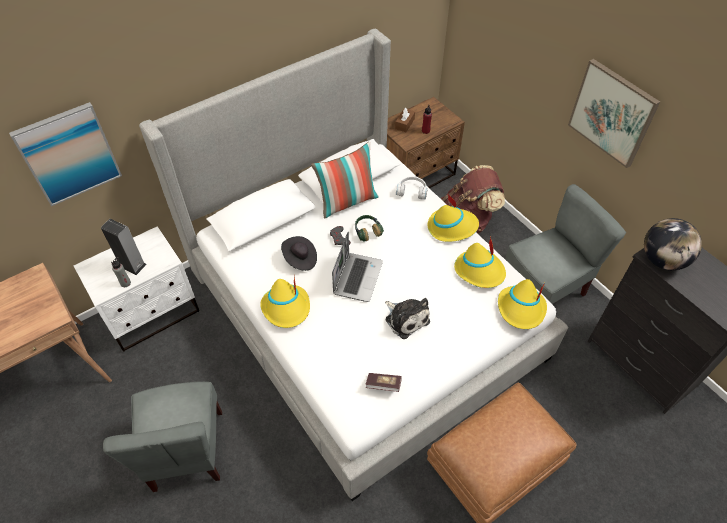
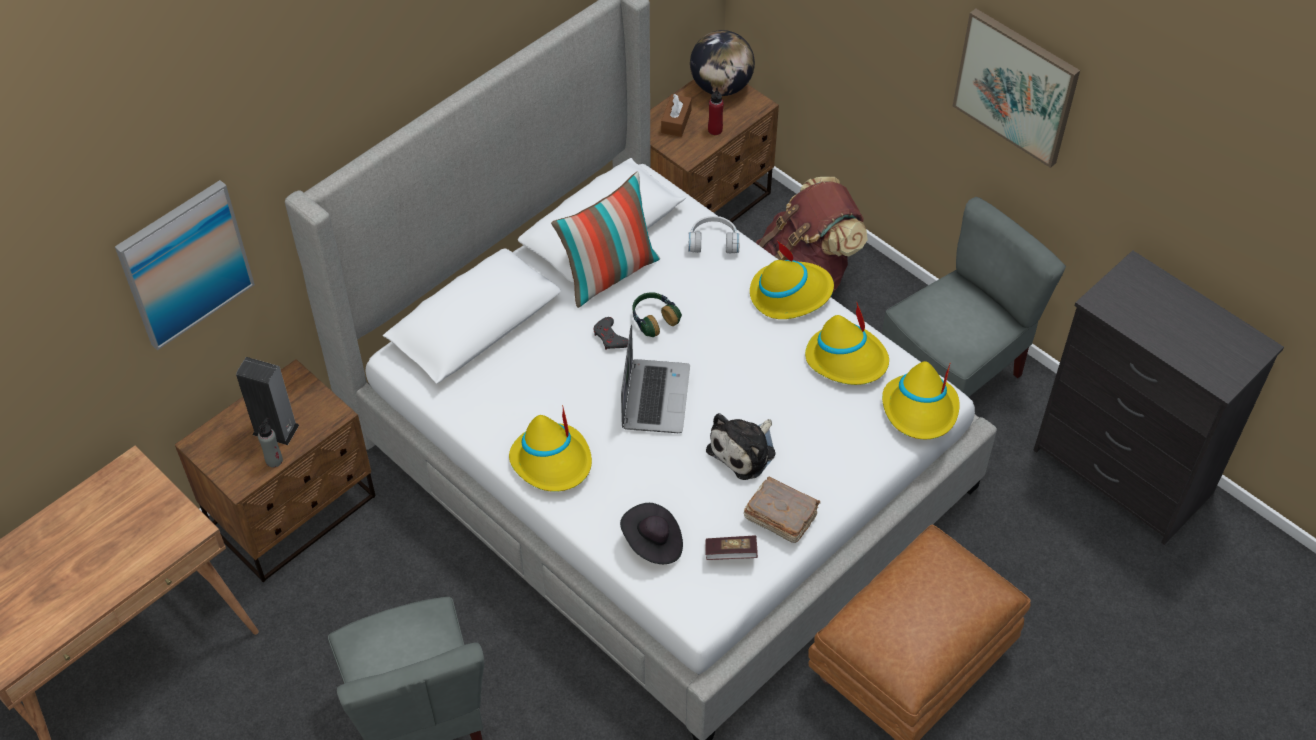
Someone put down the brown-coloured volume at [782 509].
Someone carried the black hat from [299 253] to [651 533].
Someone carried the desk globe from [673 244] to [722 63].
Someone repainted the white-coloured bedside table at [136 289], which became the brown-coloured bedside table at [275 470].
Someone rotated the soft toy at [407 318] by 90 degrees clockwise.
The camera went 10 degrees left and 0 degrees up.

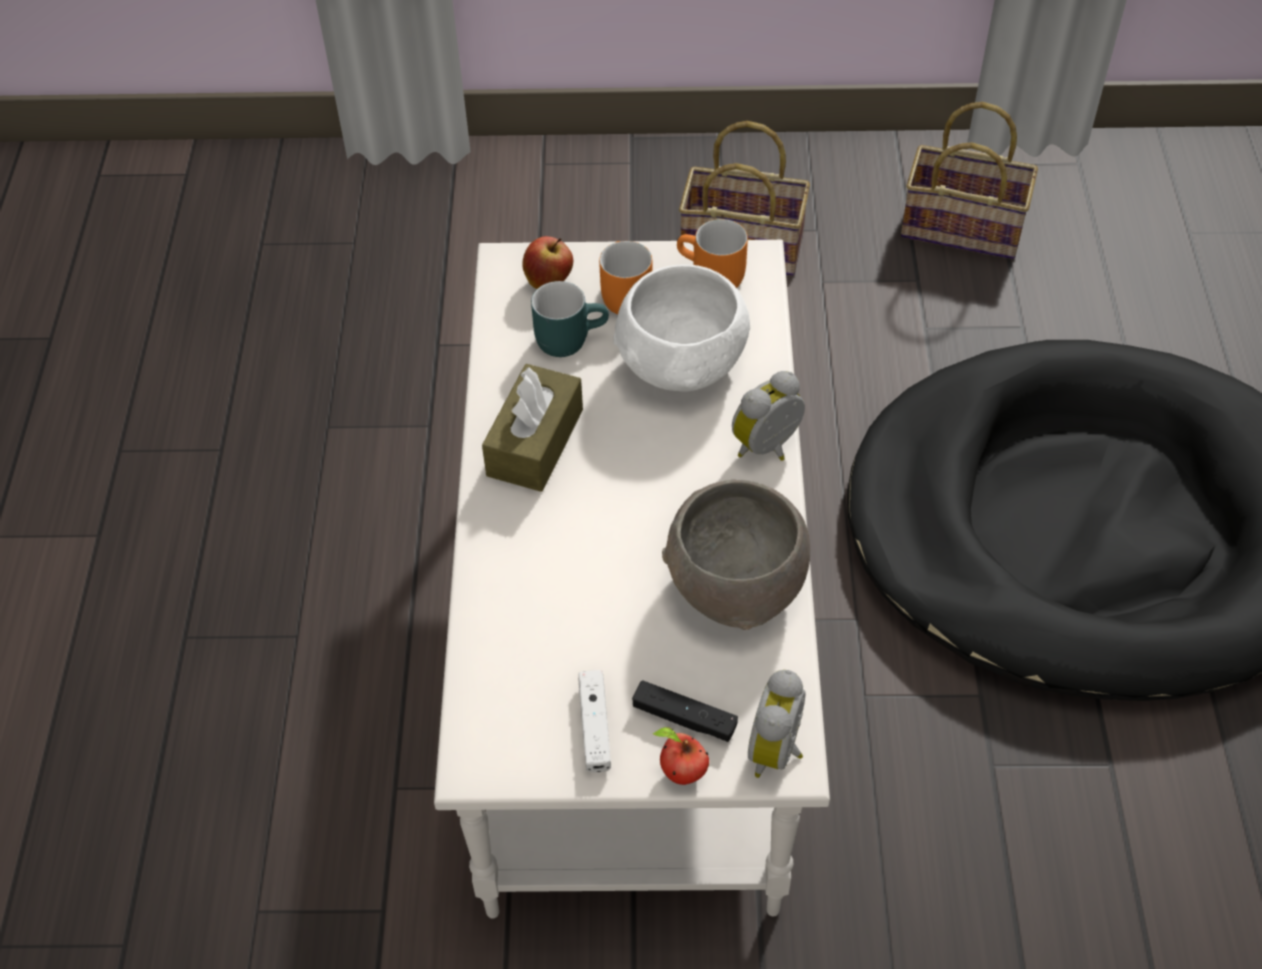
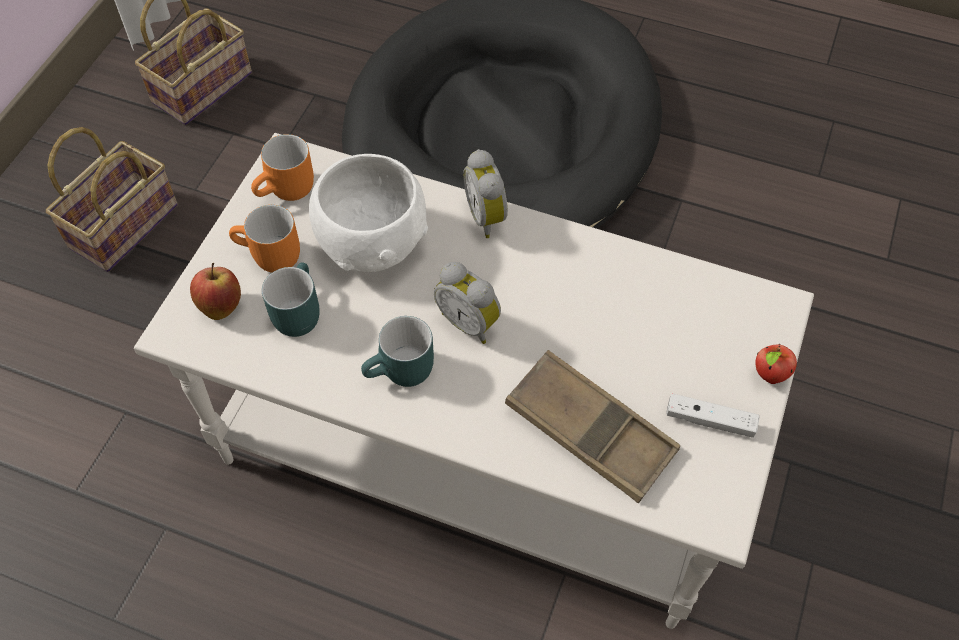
Someone took away the black gamepad at [685 711].
Someone took away the gray bowl at [736 555].
Someone put down the brown-coloured carrying tray at [592 426].
Someone carried the bedside clock from [777 724] to [467 303].
Someone swapped the brown-coloured tissue holder at [532 428] for the turquoise-coloured mug at [397 351].
The camera went 70 degrees left and 5 degrees up.

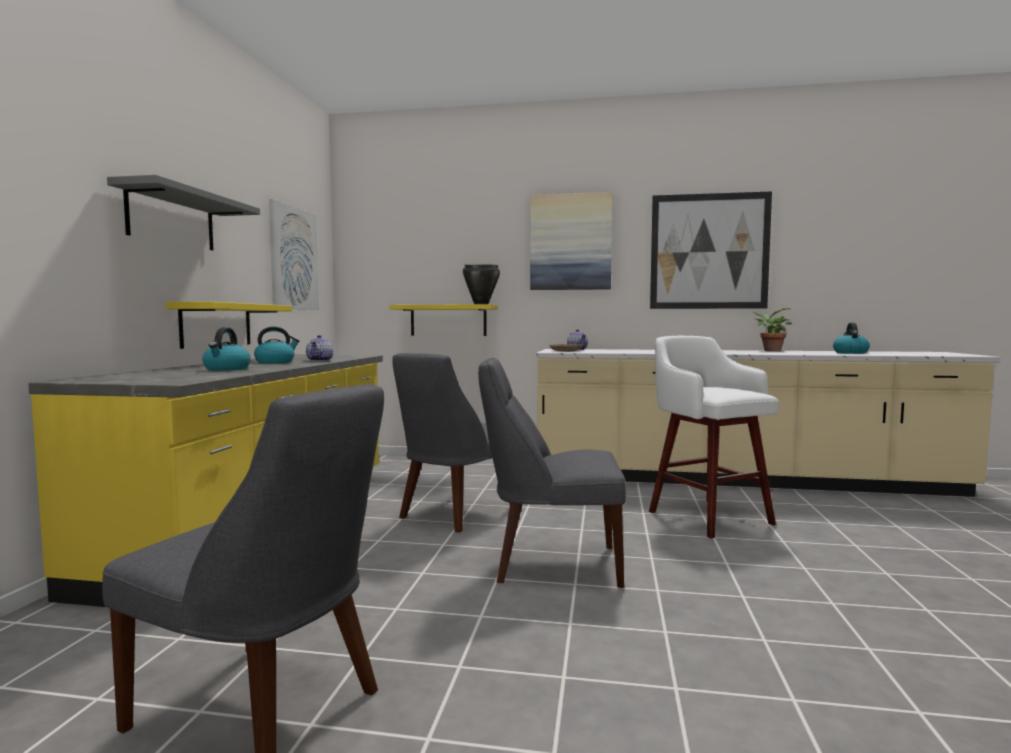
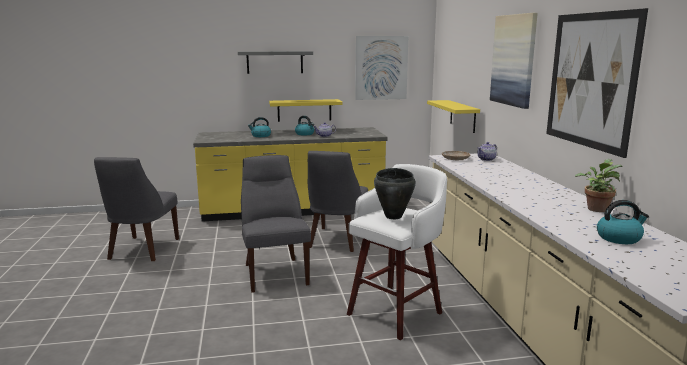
Someone carried the black stockpot from [481 284] to [395 193].
Someone rotated the gray upright chair at [442 443] by 90 degrees counterclockwise.
The camera went 70 degrees right and 10 degrees up.

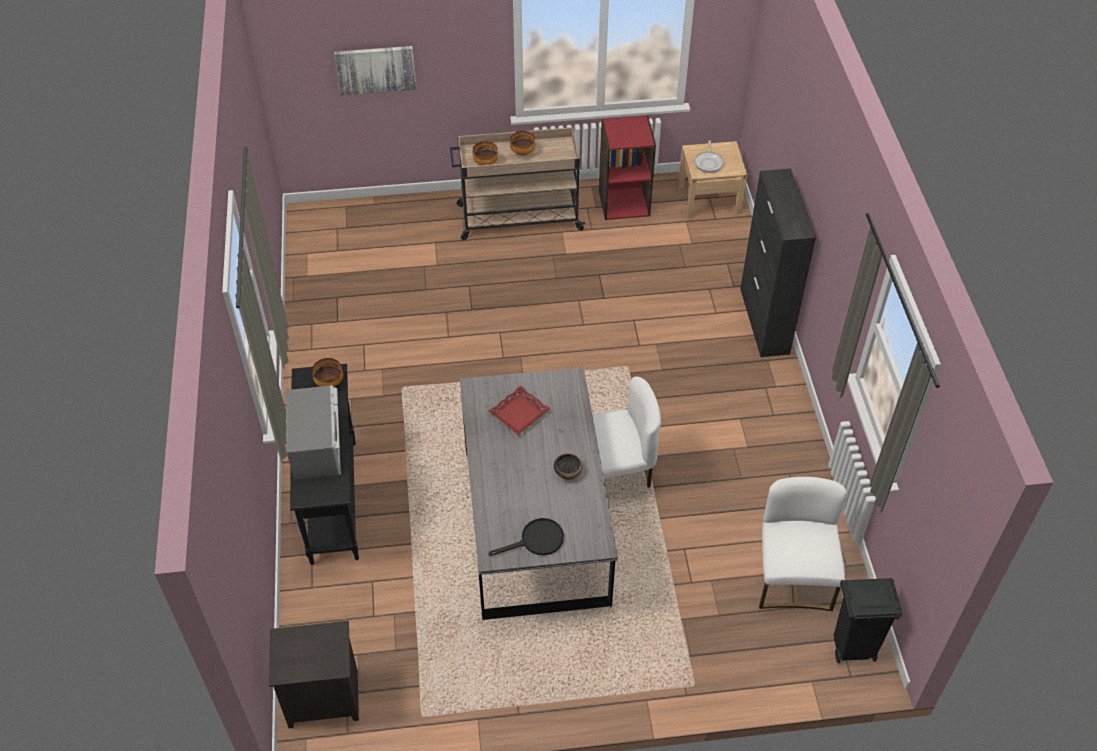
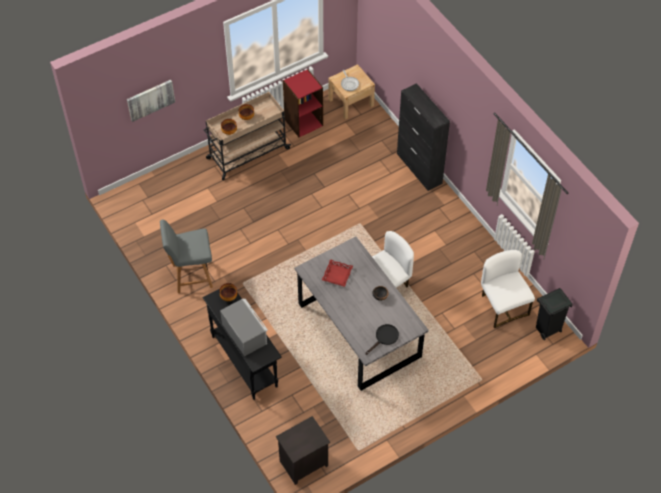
Someone put down the gray upright chair at [186 256].
The camera went 25 degrees left and 5 degrees up.

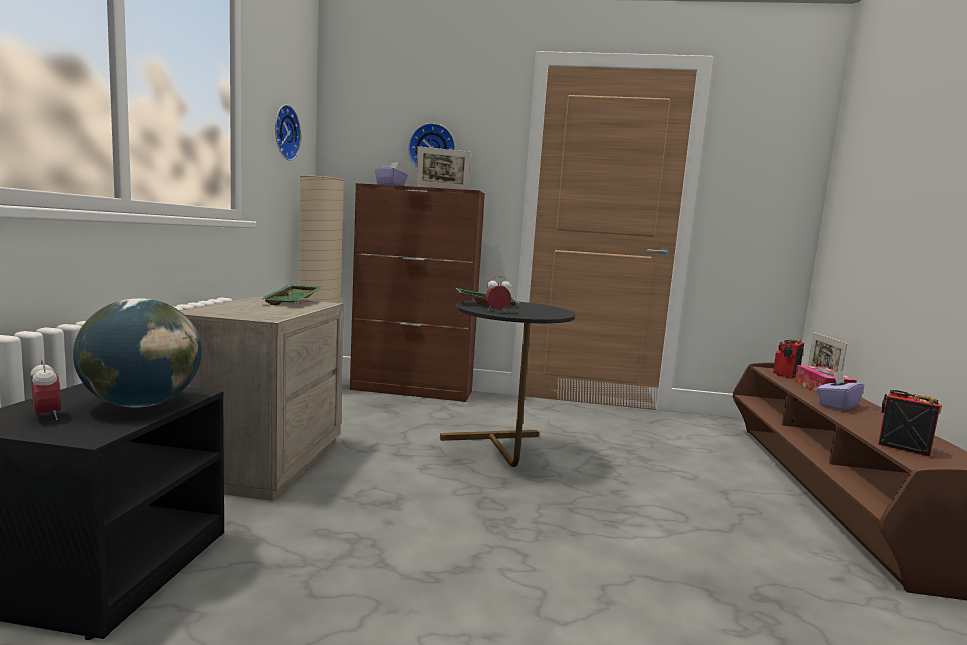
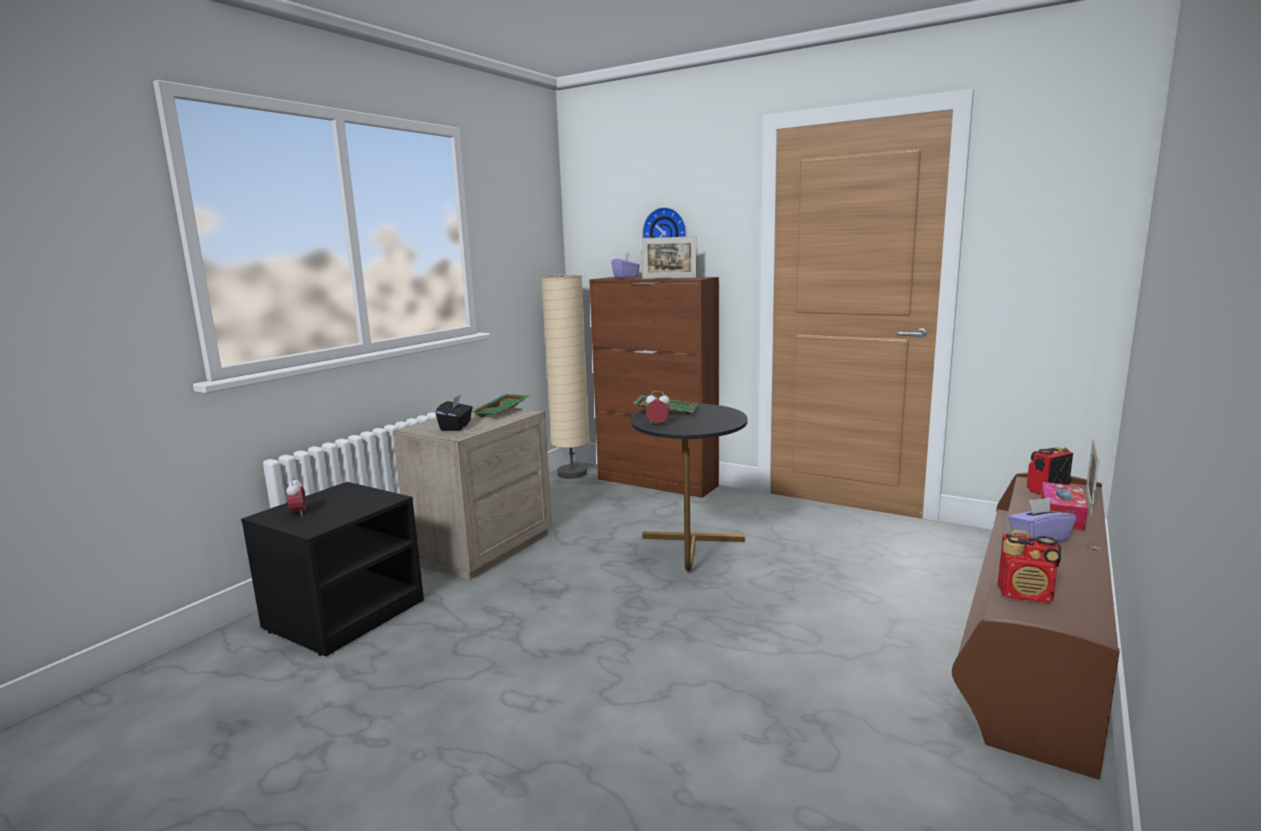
Someone took away the desk globe at [137 352].
Someone took away the wall clock at [288 132].
Someone put down the black tissue holder at [454 413].
Someone rotated the radio receiver at [910 423] by 135 degrees clockwise.
The camera went 25 degrees right and 5 degrees up.

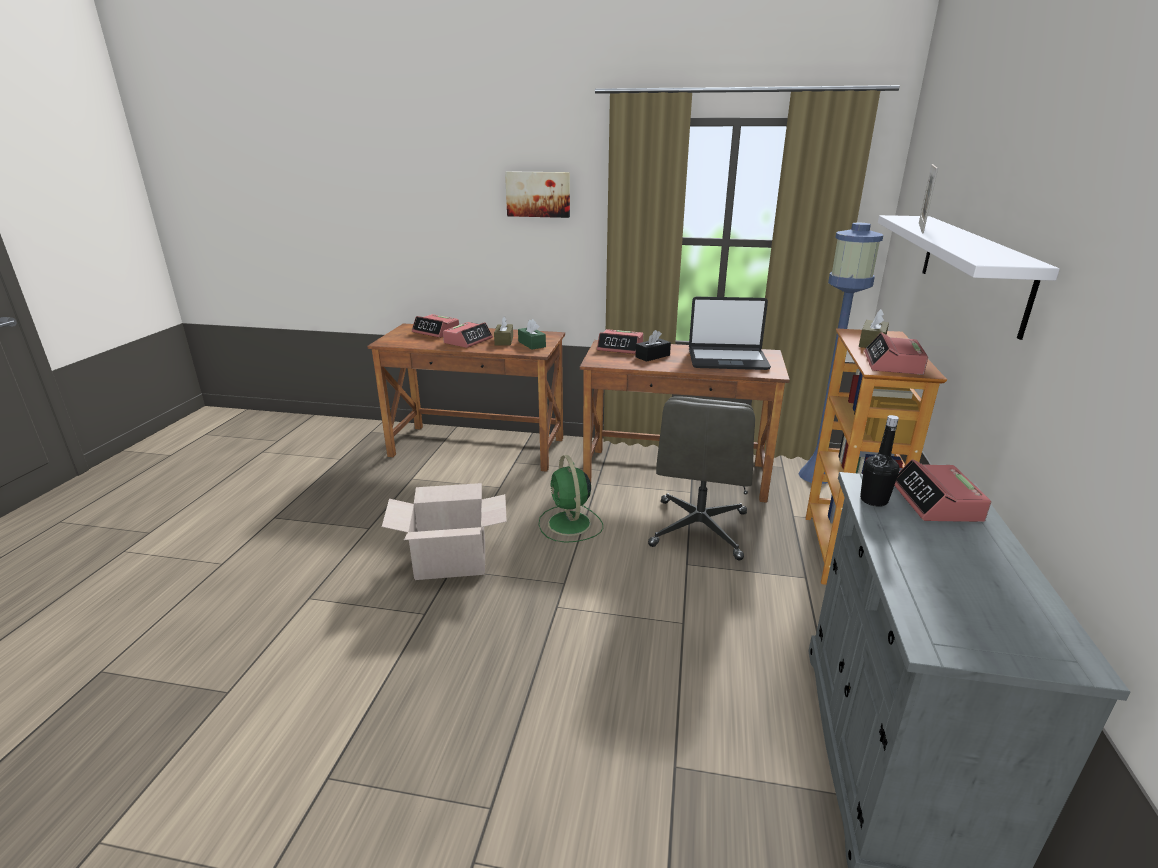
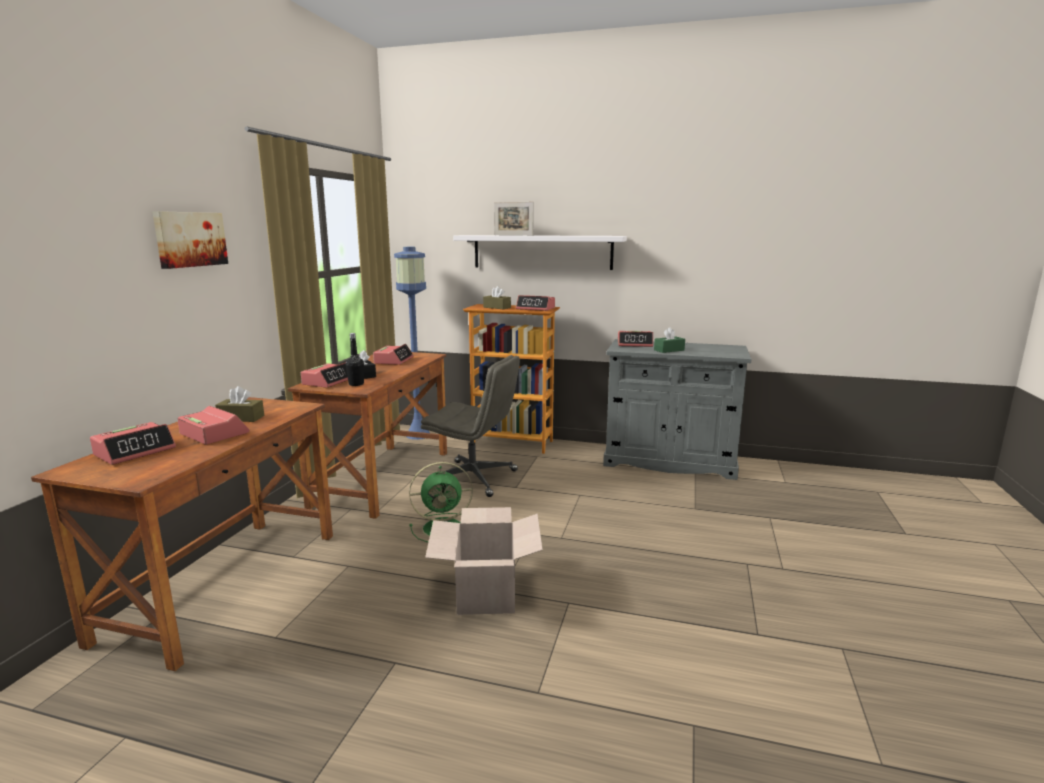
Someone carried the green-coloured tissue holder from [532 334] to [669 340].
Someone carried the black beverage bottle from [880 461] to [355 359].
Someone swapped the portable computer at [730 333] for the bedside clock at [393 354].
The camera went 85 degrees left and 10 degrees down.

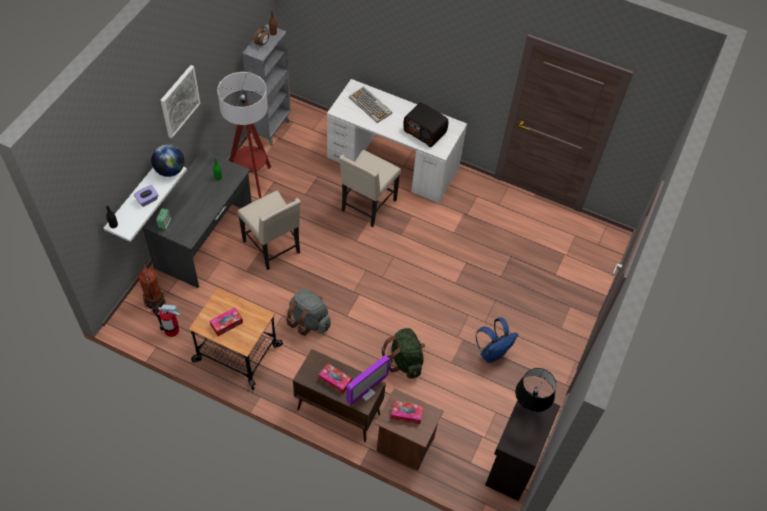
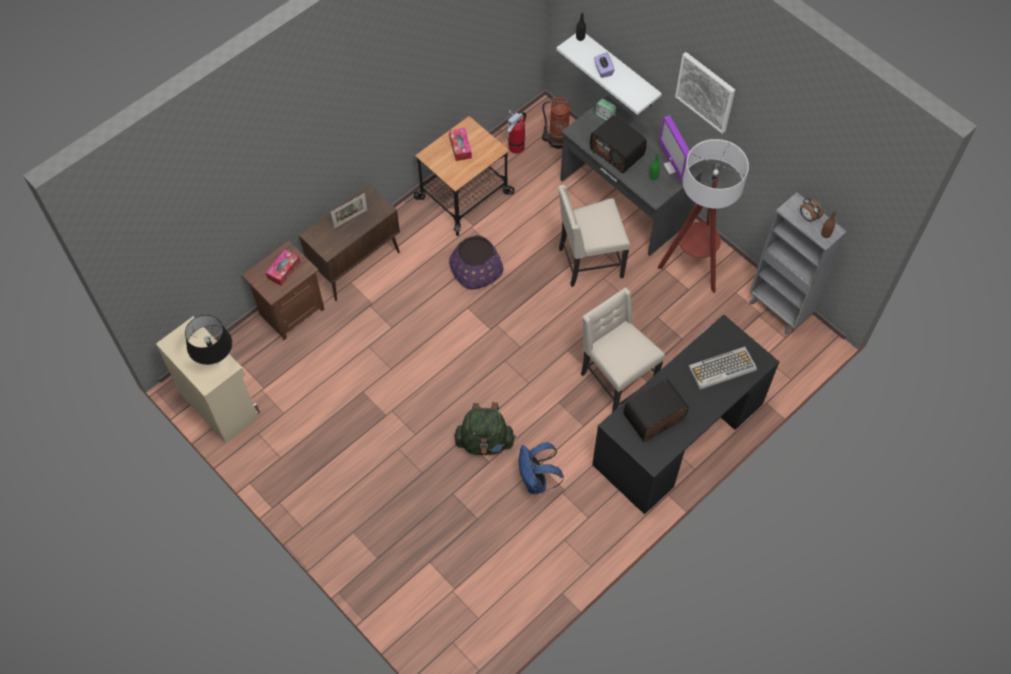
Someone took away the desk globe at [167 160].
Someone put down the radio receiver at [618 144].
Someone carried the computer screen from [368 380] to [674 148].
Someone carried the green-coloured knapsack from [403 353] to [485 428].
Someone carried the blue knapsack from [497 340] to [541 468].
Someone swapped the gray knapsack at [308 312] for the purple-coloured planter at [476 262].
Someone swapped the tissue holder at [335 378] for the standing frame at [349 211].
Someone repainted the white-coloured desk table at [397 141], which became the black desk table at [685 414].
Someone repainted the black cupboard at [522 446], which became the beige cupboard at [208 379].
The camera went 115 degrees right and 5 degrees up.

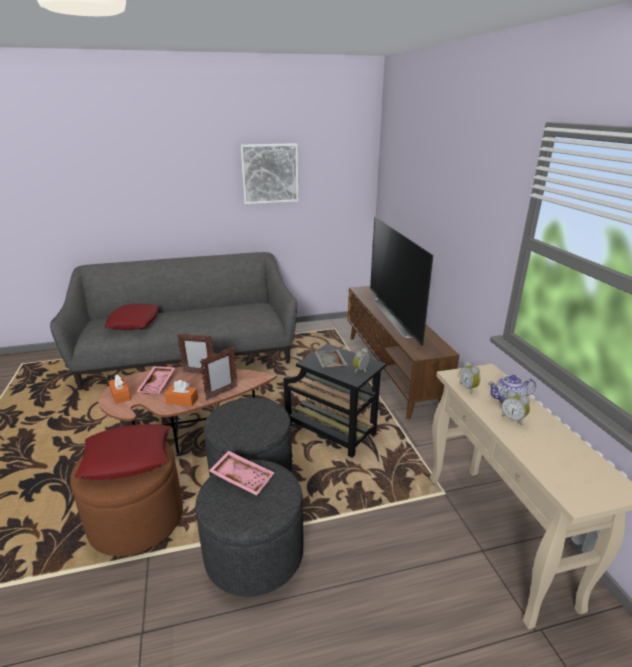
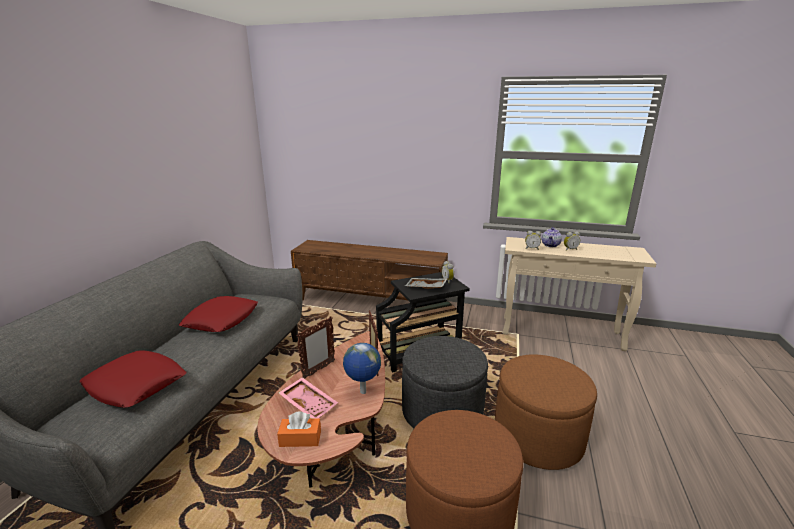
Someone took away the pink carrying tray at [242 473].
Someone took away the picture at [269 173].
Someone took away the television at [402 281].
Someone carried the red-coloured cushion from [123 452] to [218 314].
Someone swapped the orange-coloured tissue holder at [181 393] for the desk globe at [362 368].
Someone repainted the gray pouffe at [249 528], which became the brown-coloured pouffe at [546 412].
The camera went 60 degrees left and 5 degrees down.

